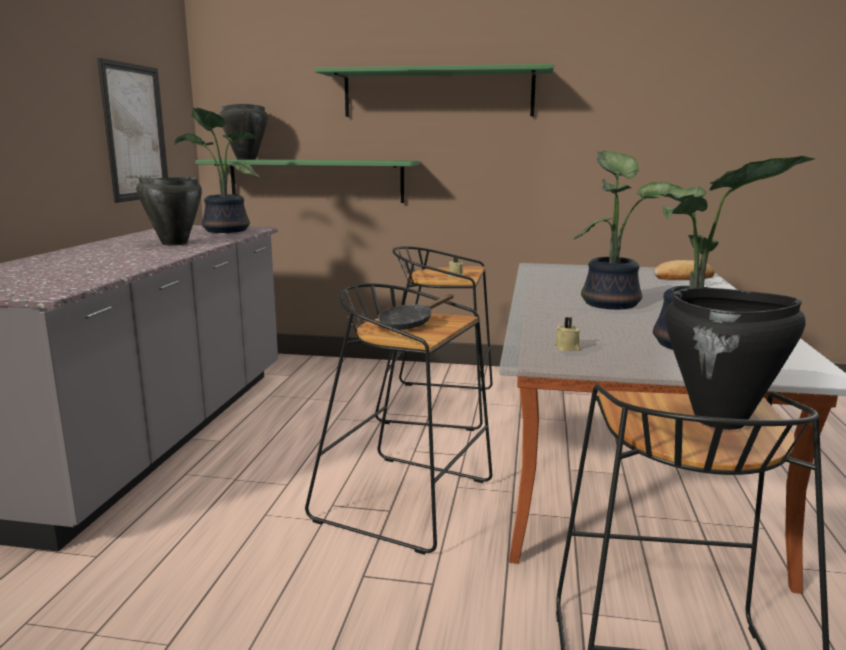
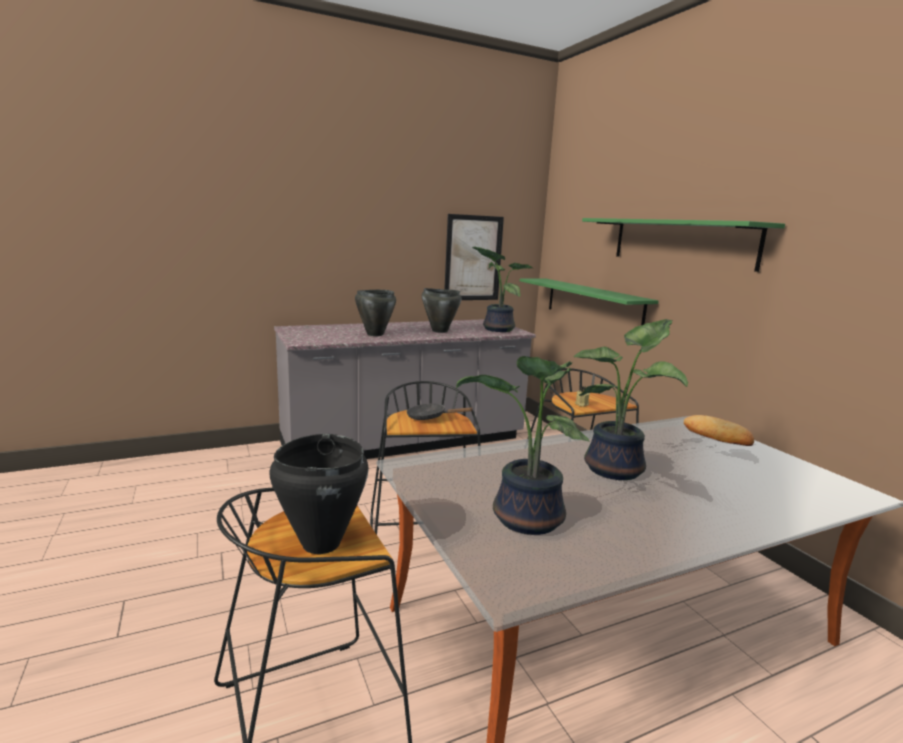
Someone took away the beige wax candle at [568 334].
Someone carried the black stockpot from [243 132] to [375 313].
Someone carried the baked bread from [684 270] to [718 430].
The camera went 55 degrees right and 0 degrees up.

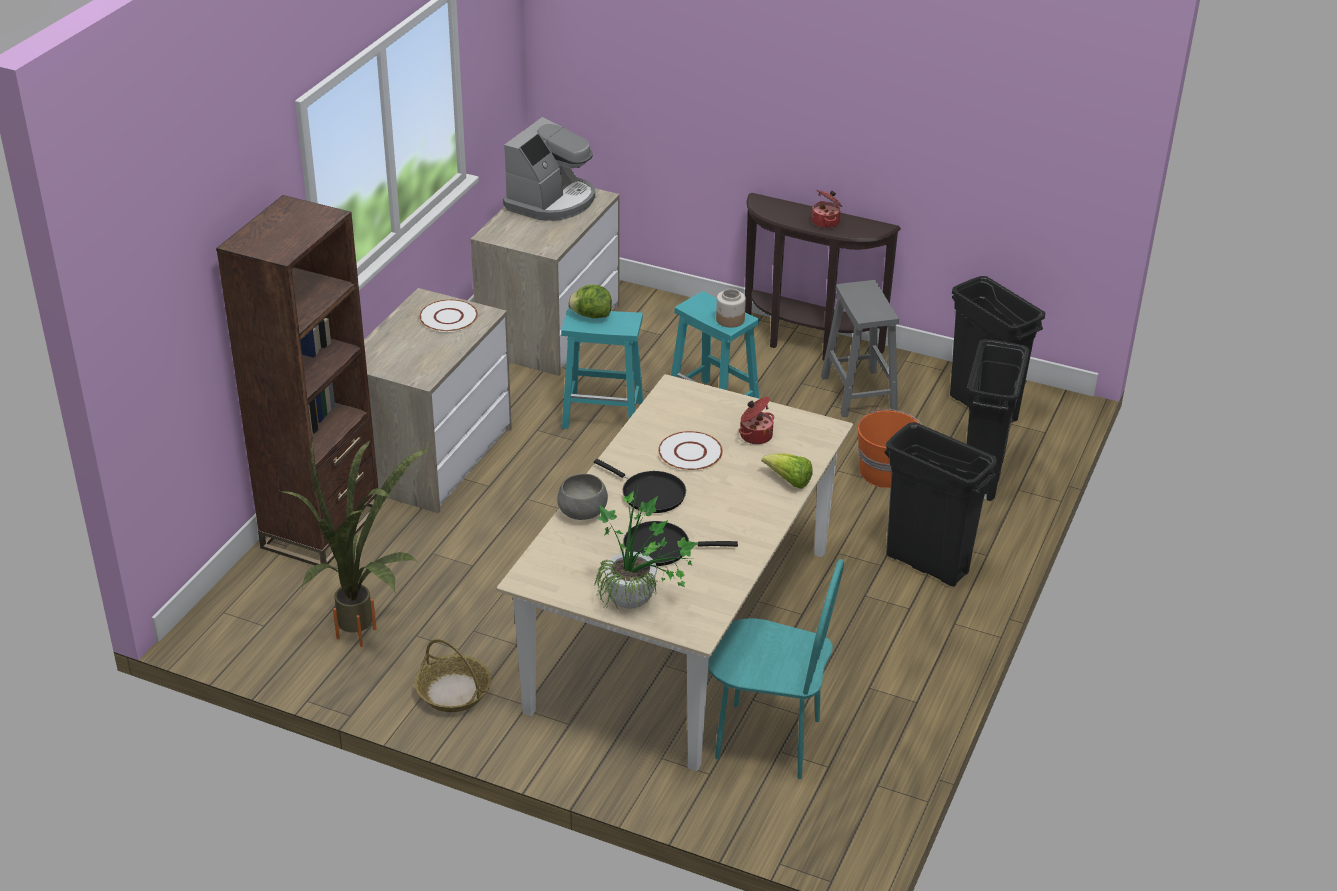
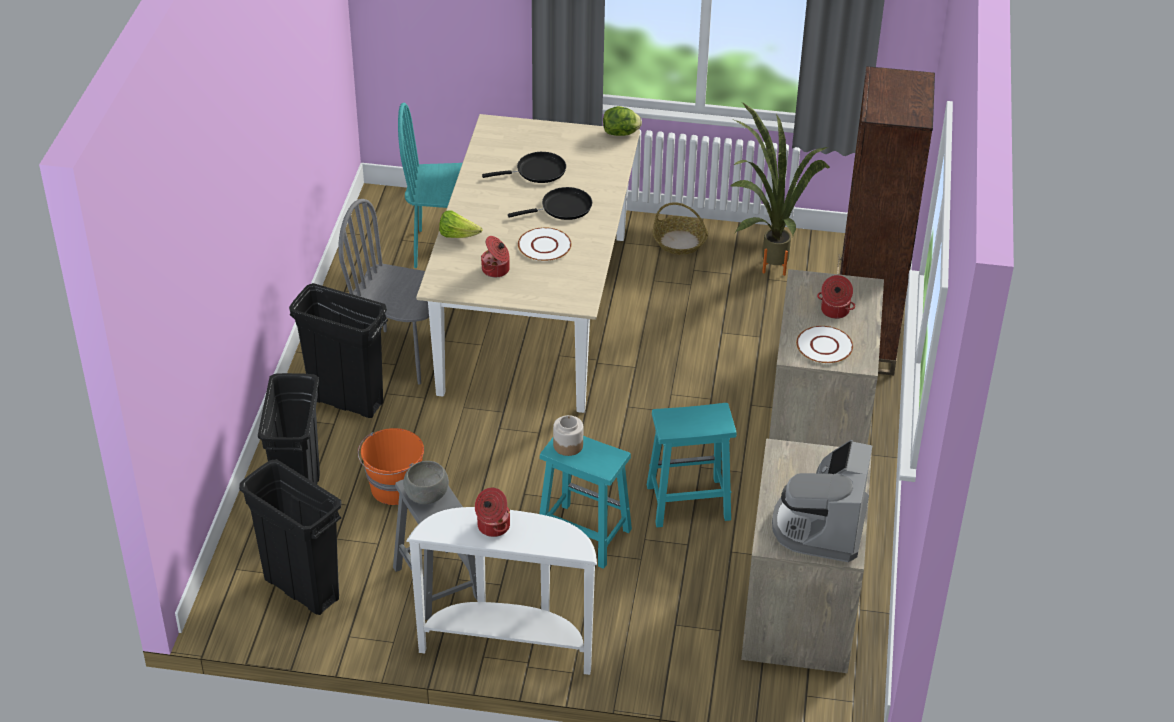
Someone took away the potted plant at [646 547].
Someone put down the gray upright chair at [383 292].
Someone put down the stockpot at [836 297].
Someone carried the gray bowl from [582 497] to [426 482].
Someone carried the lettuce from [590 301] to [622 121].
Someone repainted the brown-coloured console table at [823 276], which became the white-coloured console table at [501 591].
Someone rotated the black pan at [640 486] by 135 degrees clockwise.
The camera went 165 degrees right and 5 degrees up.

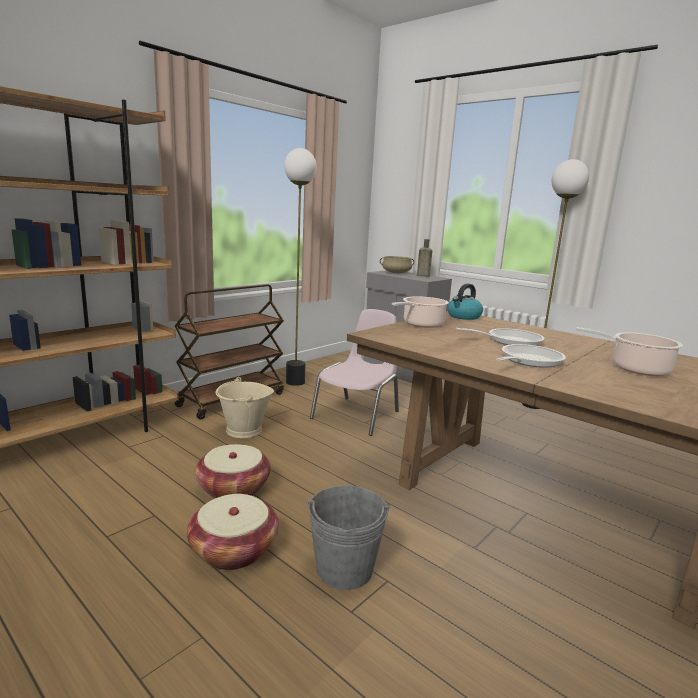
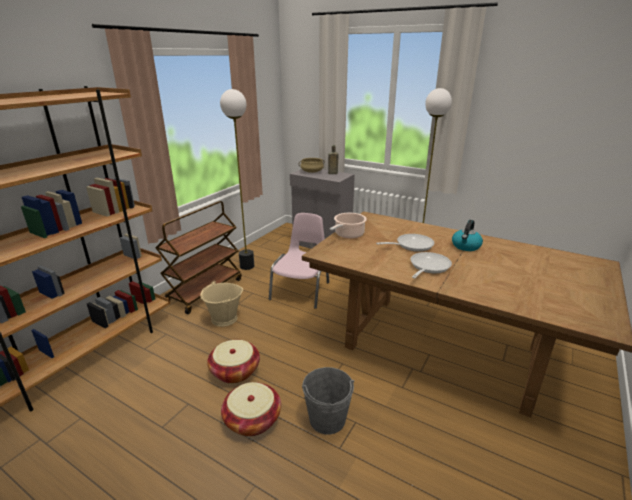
Someone took away the stockpot at [629 351].
Someone carried the tea kettle from [465 302] to [467 235].
The camera went 10 degrees left and 10 degrees up.

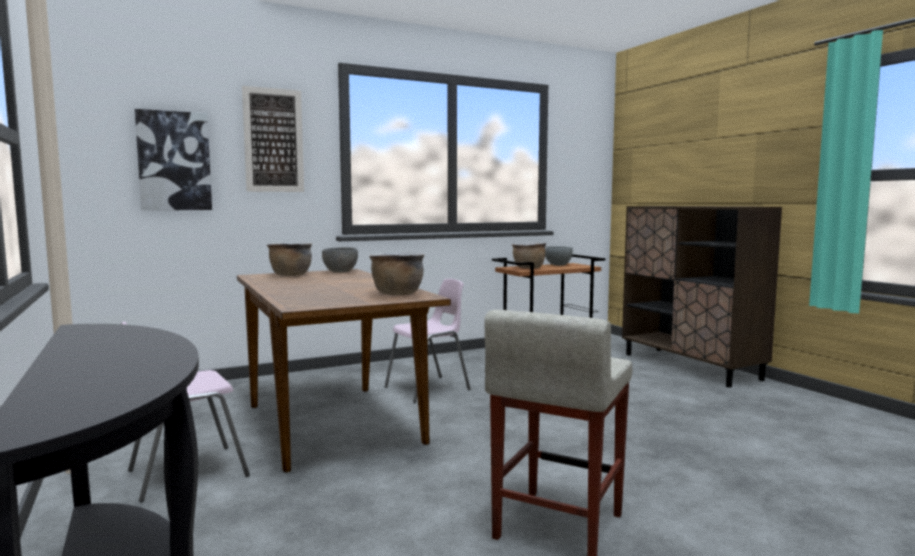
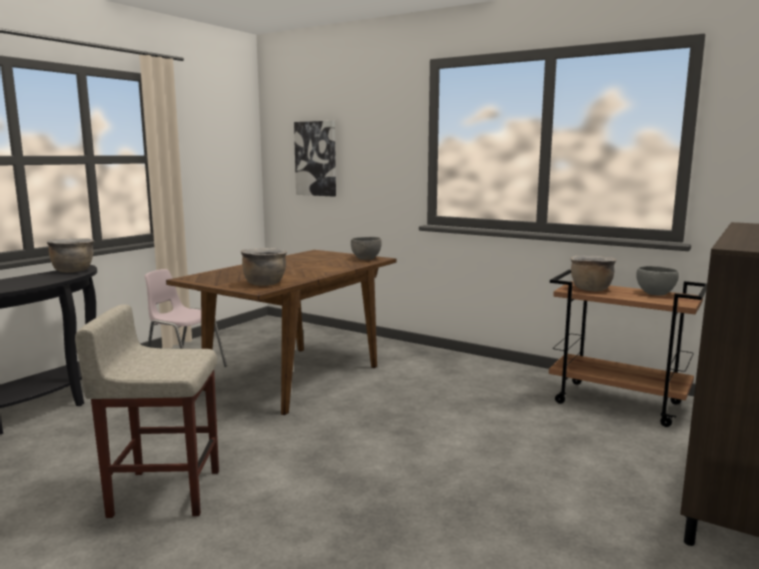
Someone took away the picture at [273 139].
Someone took away the pink upright chair at [428 341].
Someone carried the brown-coloured stockpot from [289 259] to [70 255].
The camera went 60 degrees right and 5 degrees up.

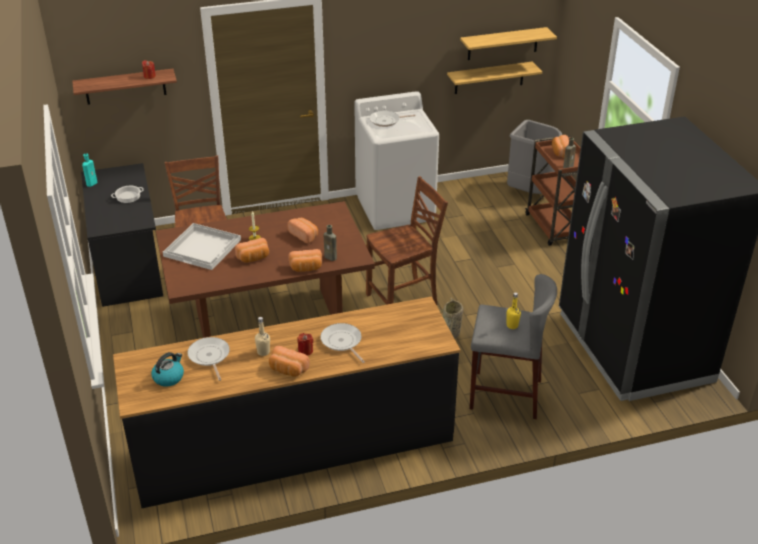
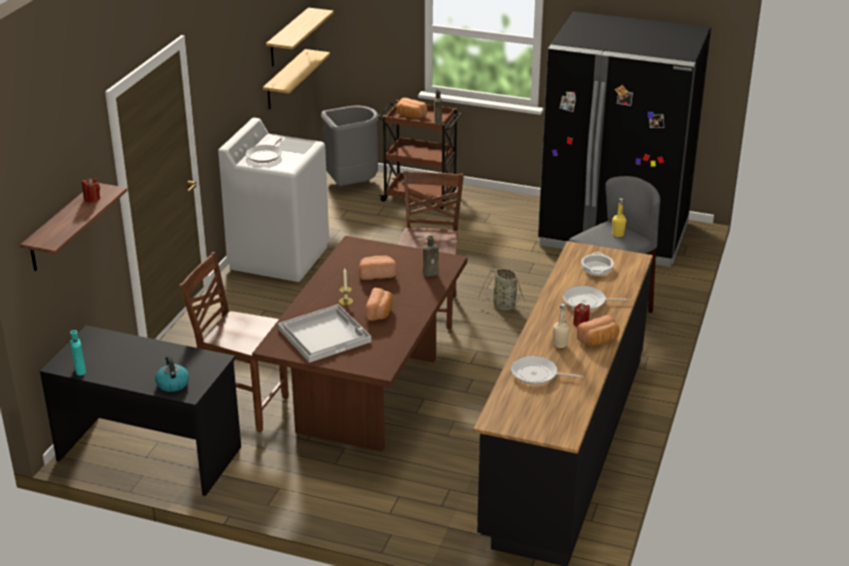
Someone took away the baked bread at [305 260].
Someone carried the stockpot from [127 194] to [597 263].
Someone carried the tea kettle from [167 369] to [172 373].
The camera went 55 degrees left and 5 degrees down.

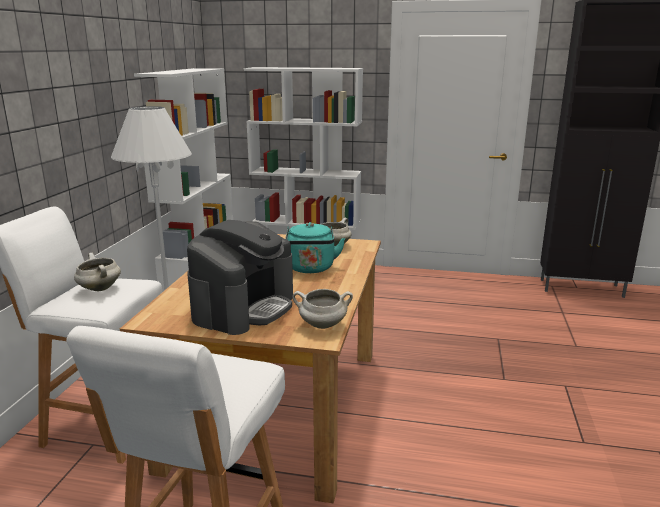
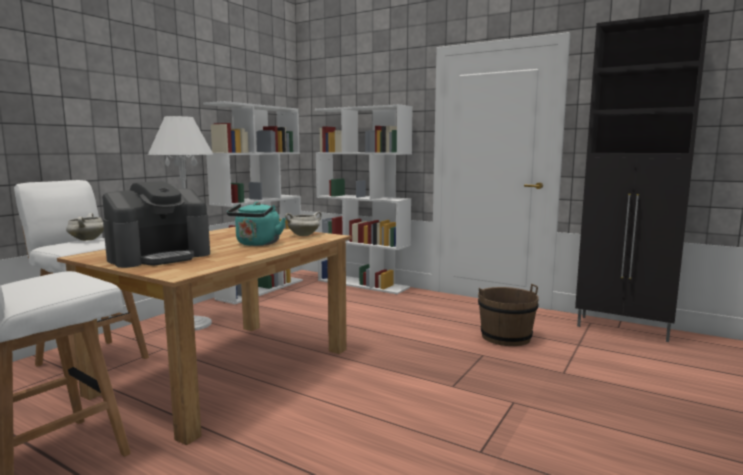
Someone took away the white-coloured stockpot at [323 309].
Someone put down the brown-coloured bucket at [508 315].
The camera went 20 degrees right and 10 degrees down.

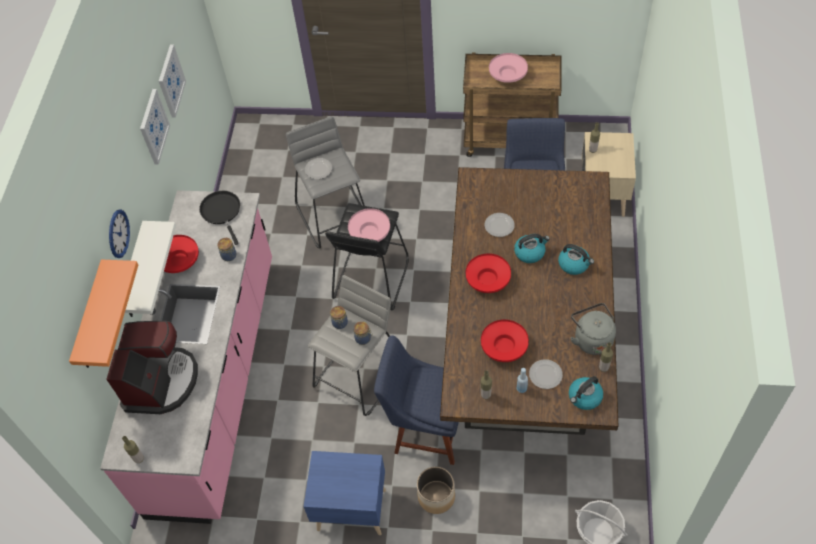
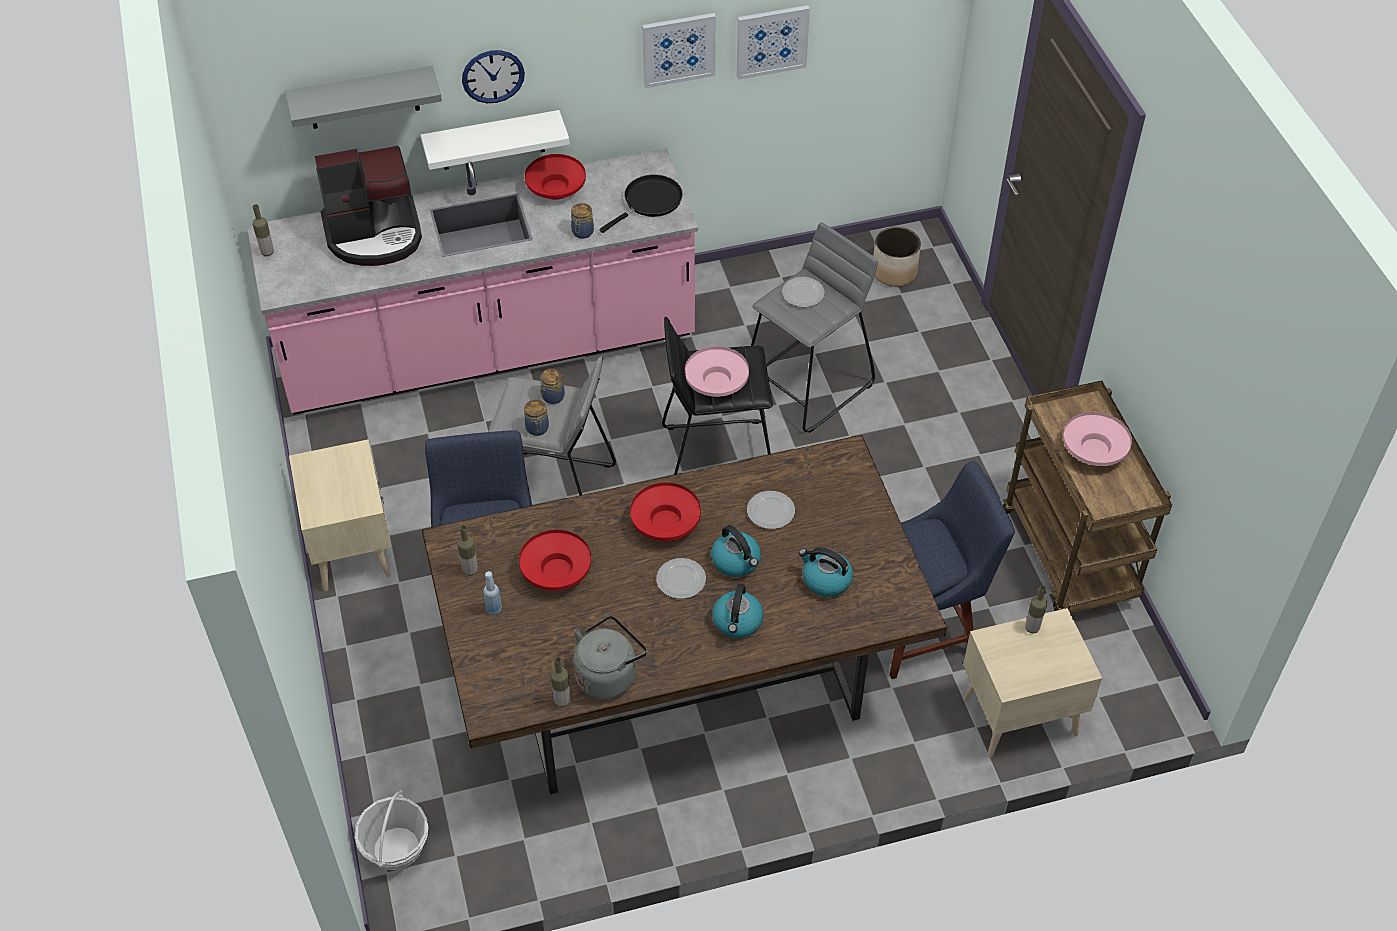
Someone carried the planter from [436 490] to [897 257].
Someone carried the plate from [546 374] to [681 578].
Someone carried the tea kettle from [586 393] to [826 572].
Someone repainted the orange-coloured bracket shelf at [103 313], which became the gray bracket shelf at [363 97].
Someone repainted the blue bedside table at [345 493], which became the beige bedside table at [340 515].
The camera went 65 degrees right and 5 degrees down.

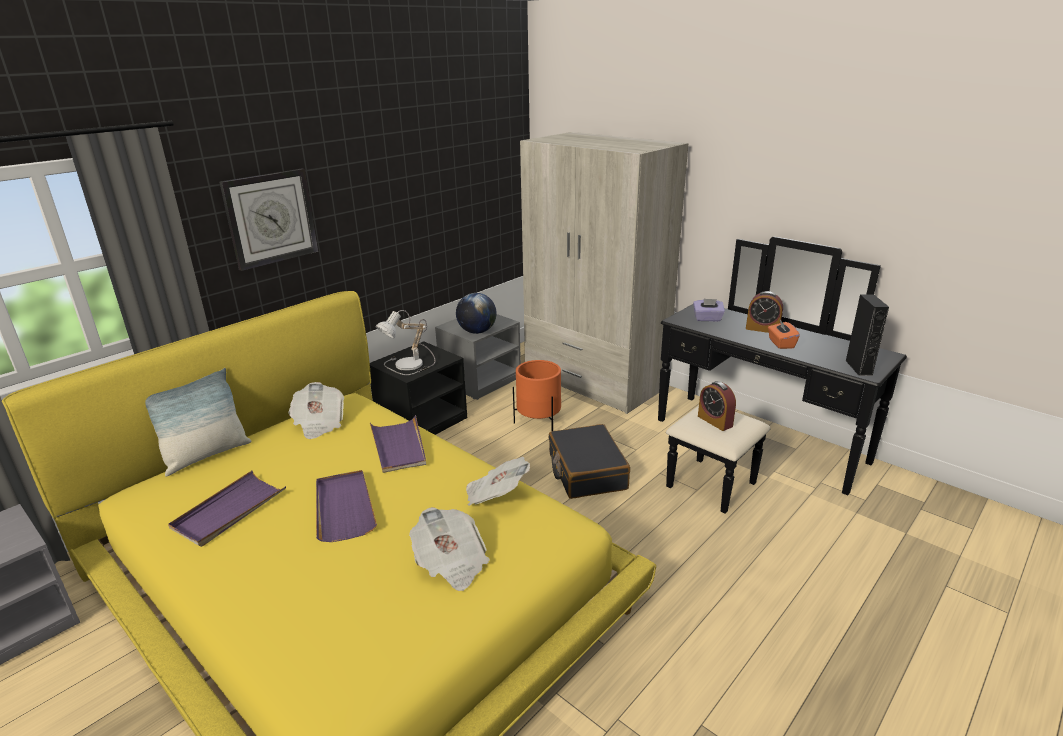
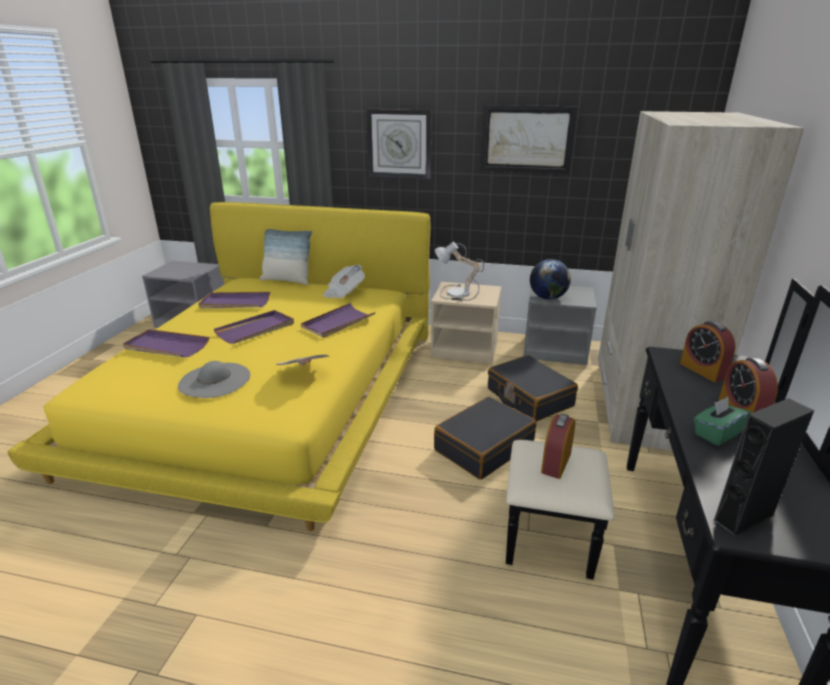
Someone put down the purple-coloured carrying tray at [166 343].
Someone put up the picture at [529 139].
Someone swapped the newspaper at [449 549] for the gray hat at [214 379].
Someone swapped the orange-coloured planter at [537 395] for the black piece of luggage at [533 388].
Someone swapped the purple-coloured tissue holder at [709 310] for the bedside clock at [708 351].
Someone repainted the black bedside table at [418 388], which became the beige bedside table at [466 323].
Someone repainted the orange-coloured tissue holder at [784 333], which became the green-coloured tissue holder at [722 421].
The camera went 60 degrees right and 0 degrees up.

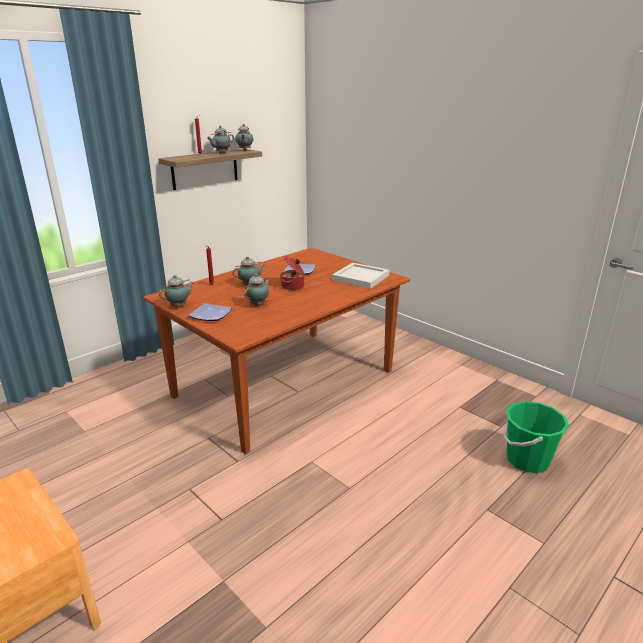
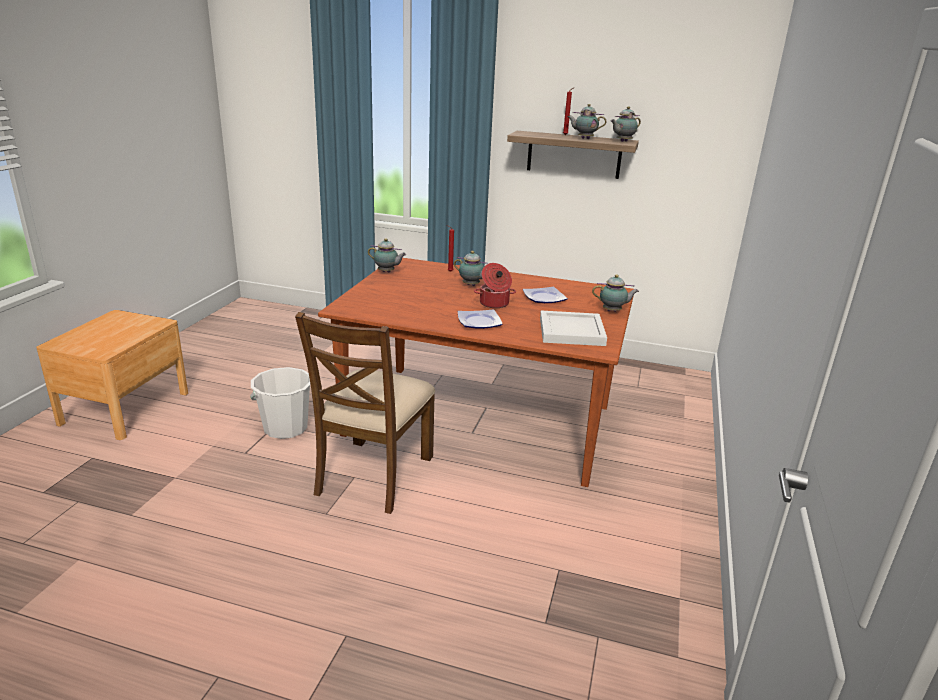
Someone took away the green-coloured bucket at [536 437].
Someone put down the white-coloured bucket at [280 403].
Someone put down the brown-coloured upright chair at [365 413].
Someone carried the plate from [210 312] to [480 319].
Someone carried the pot for tea from [257 290] to [615 293].
The camera went 60 degrees right and 0 degrees up.

